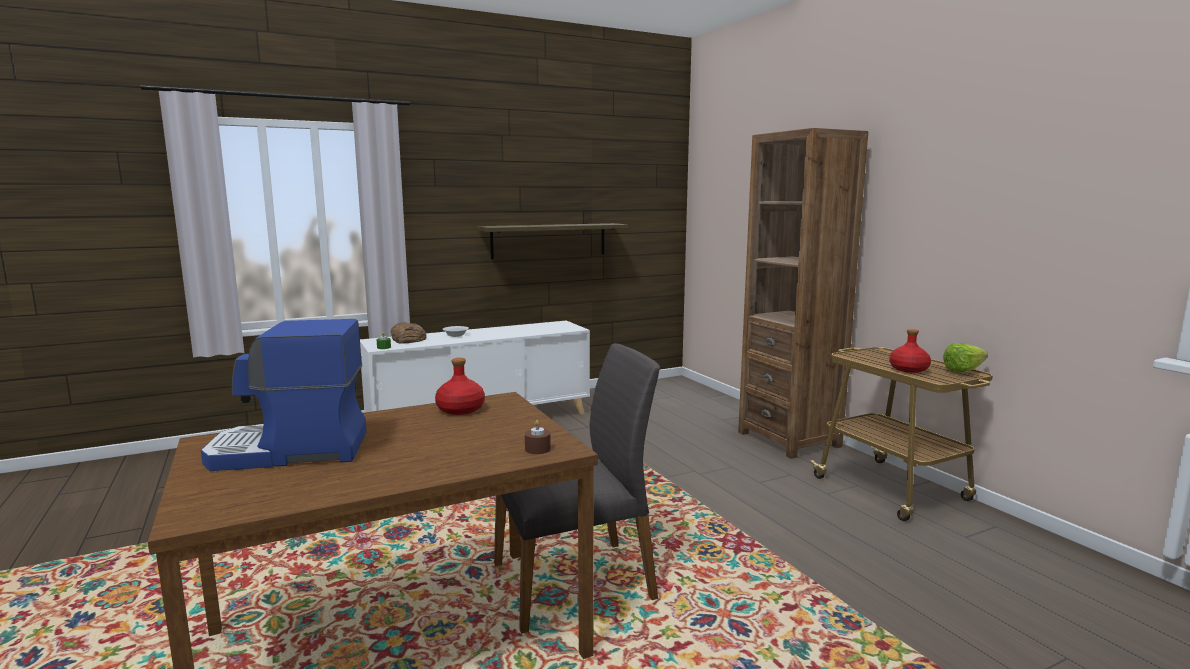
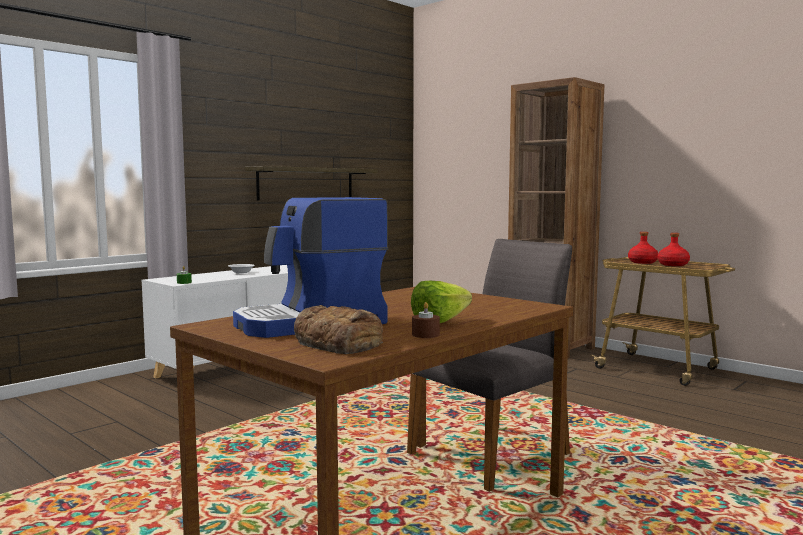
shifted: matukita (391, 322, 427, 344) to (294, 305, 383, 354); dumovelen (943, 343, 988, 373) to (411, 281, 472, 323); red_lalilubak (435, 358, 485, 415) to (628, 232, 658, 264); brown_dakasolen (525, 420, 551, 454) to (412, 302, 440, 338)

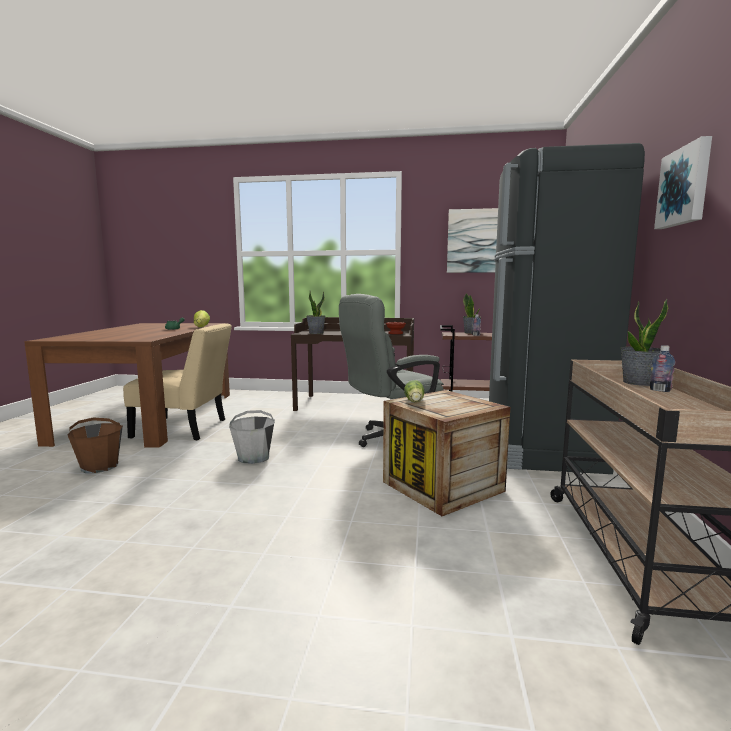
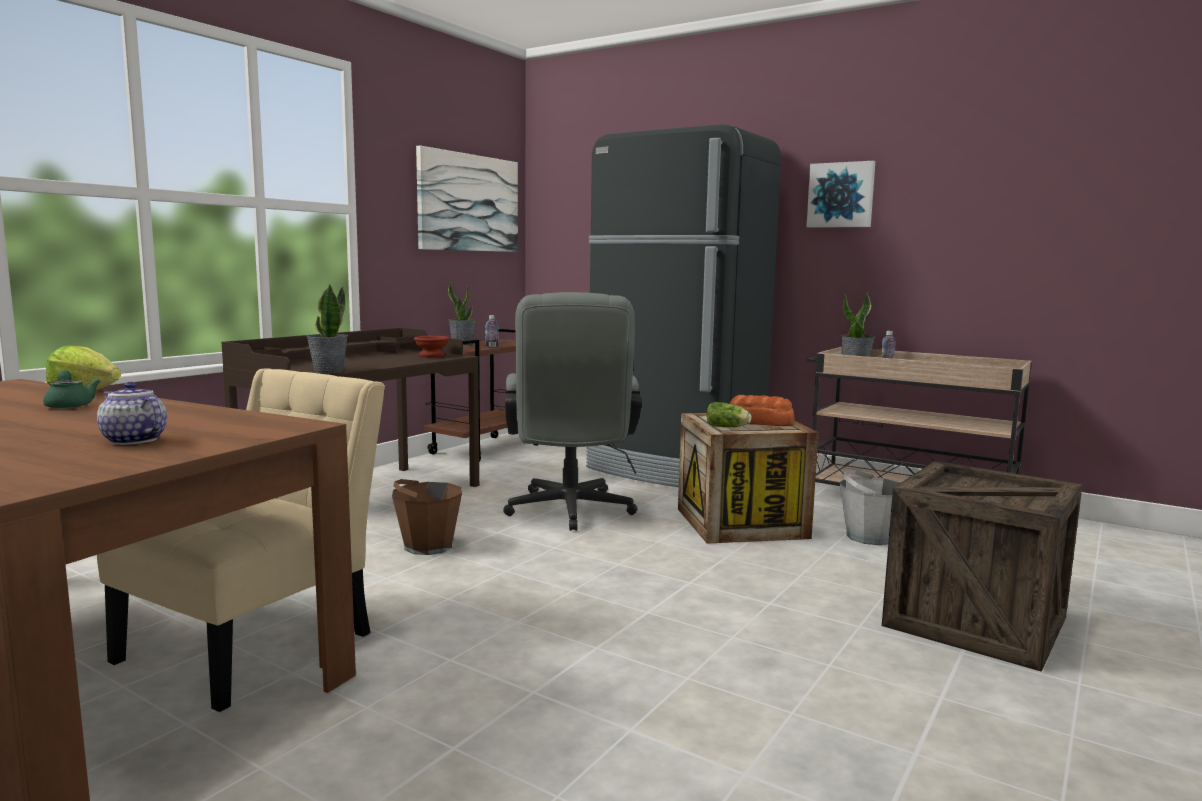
new: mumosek (97, 382, 167, 445); matukita (730, 395, 795, 426); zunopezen (882, 461, 1083, 672)
shifted: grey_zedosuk (229, 410, 275, 464) to (839, 470, 900, 545); brown_zedosuk (68, 418, 123, 473) to (392, 479, 462, 555)

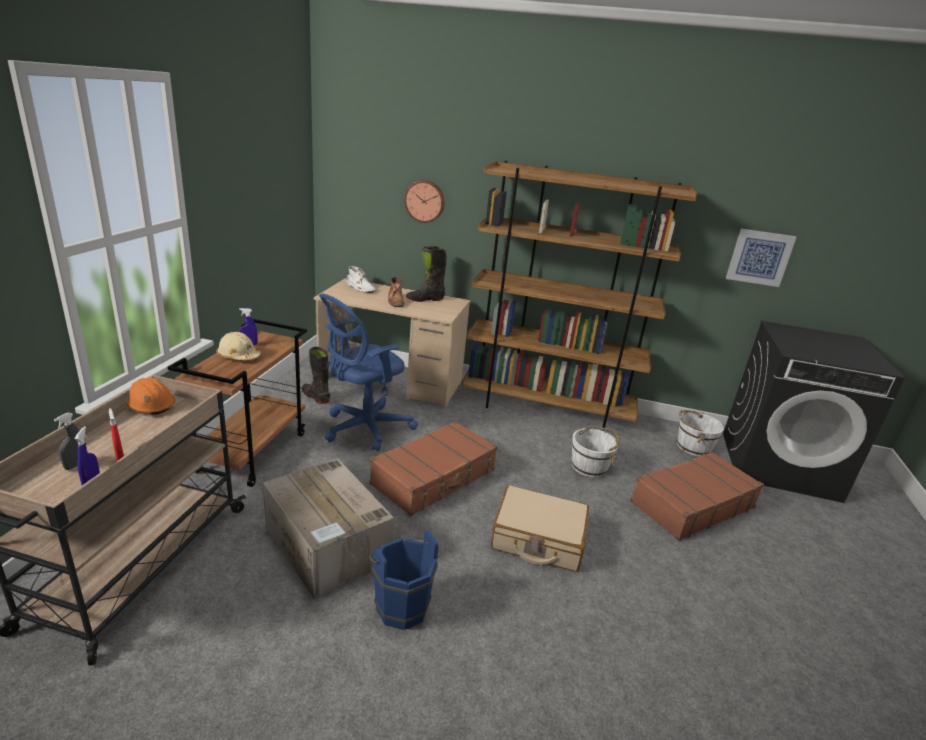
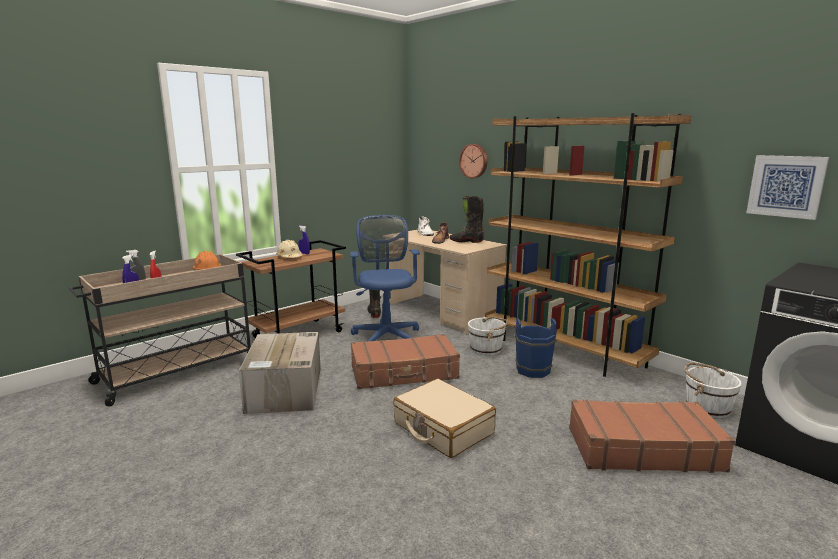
shifted: white_zedosuk (572, 426, 620, 478) to (468, 316, 508, 355); blue_zedosuk (370, 530, 439, 630) to (514, 318, 557, 378)
rotated: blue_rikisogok (319, 293, 419, 452) = (350, 215, 420, 341) 90 degrees clockwise

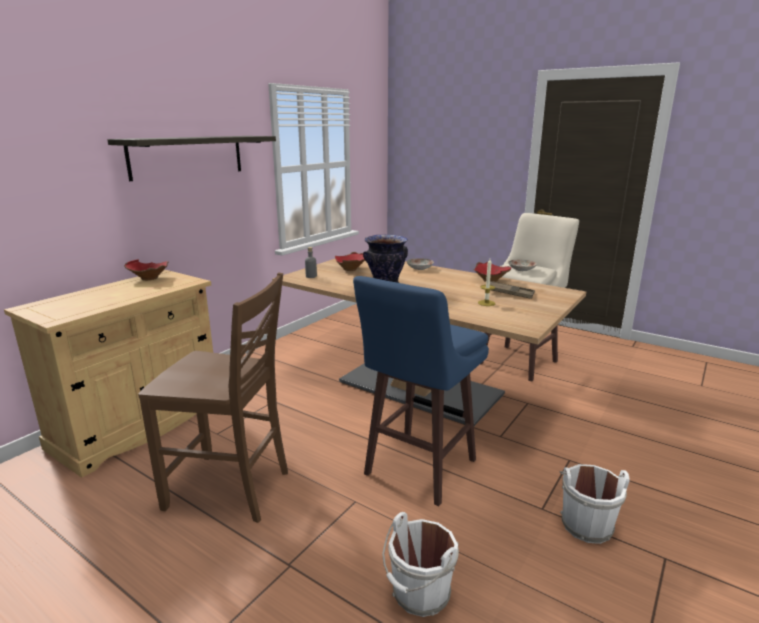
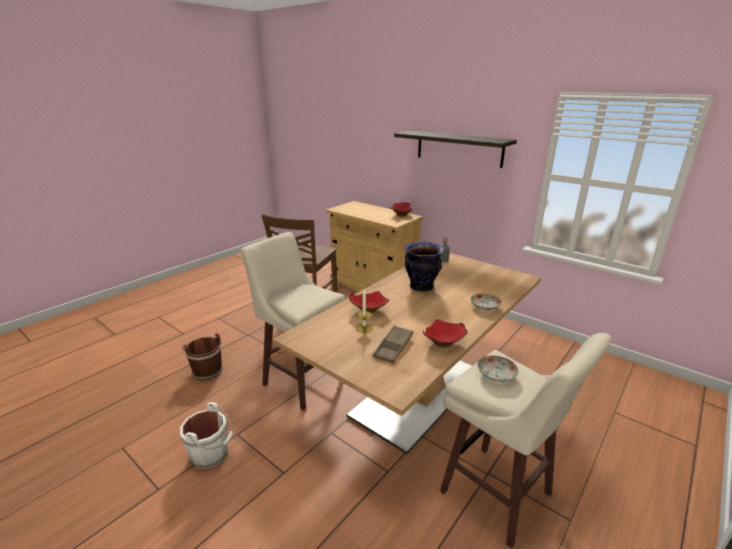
shifted: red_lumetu (335, 252, 365, 271) to (349, 291, 389, 313)
repainted: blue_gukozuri (353, 276, 489, 506) to beige_gukozuri (241, 232, 346, 410); white_zedosuk (382, 512, 459, 617) to brown_zedosuk (182, 333, 222, 380)

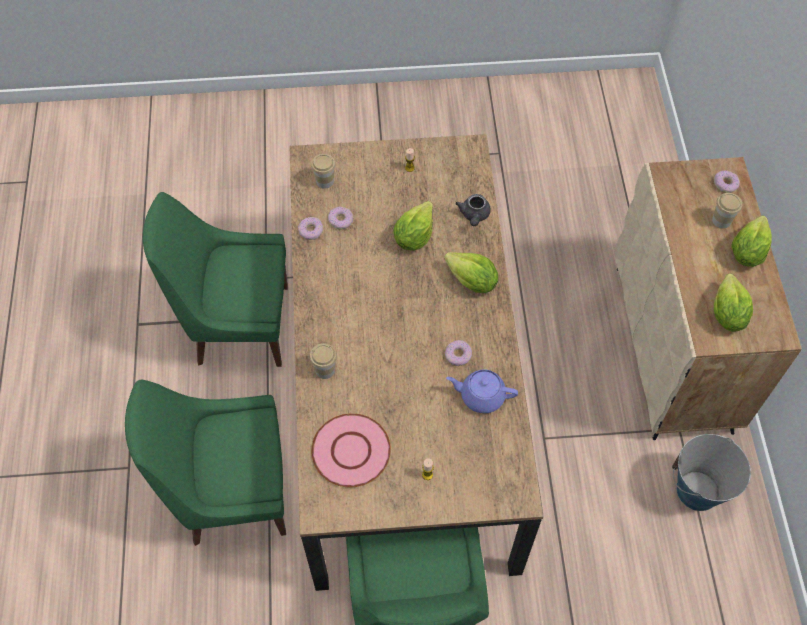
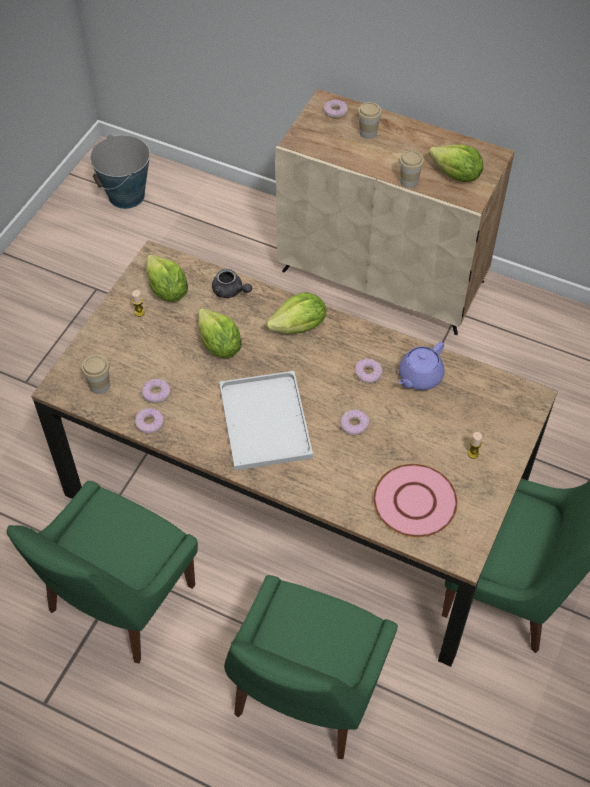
new: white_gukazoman (219, 371, 313, 470); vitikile (340, 410, 369, 436)
shifted: dumovelen (731, 215, 772, 267) to (146, 254, 188, 302); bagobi (310, 343, 337, 379) to (399, 151, 424, 188); zedosuk (672, 434, 751, 511) to (90, 135, 150, 209)

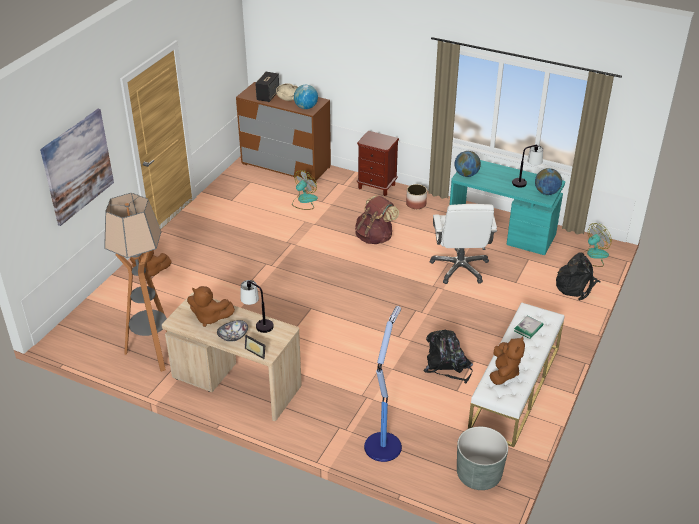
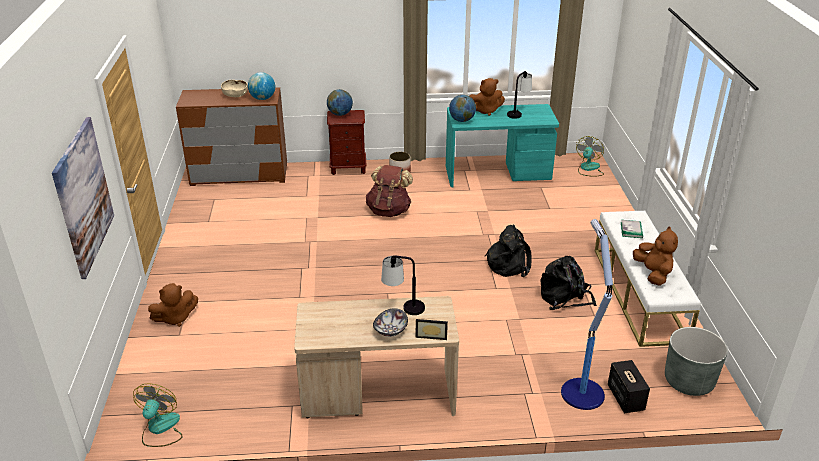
gone: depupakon (104, 193, 167, 372); white_rikisogok (430, 204, 497, 284)
shifted: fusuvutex (255, 72, 279, 102) to (608, 360, 650, 413); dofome (535, 168, 562, 195) to (327, 89, 353, 116); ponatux (292, 170, 318, 210) to (133, 383, 182, 447); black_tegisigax (556, 252, 601, 301) to (485, 225, 532, 277); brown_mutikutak (187, 286, 235, 327) to (469, 78, 505, 116)

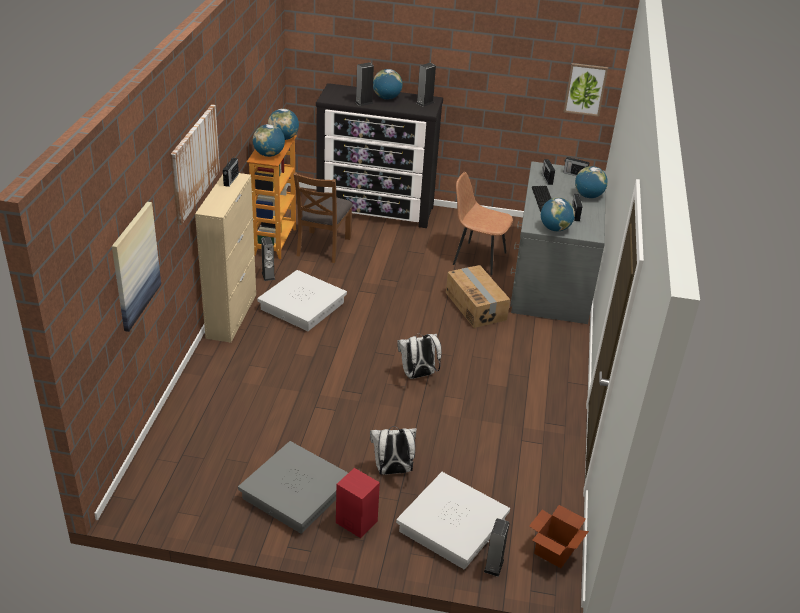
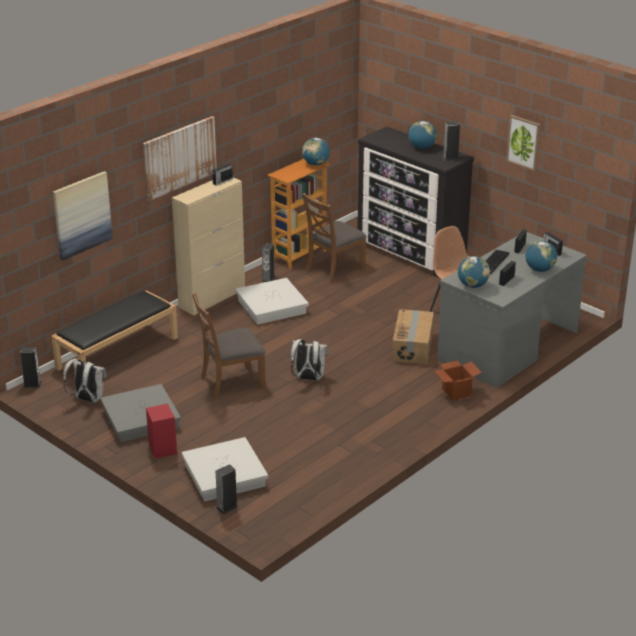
gone: dofome (253, 124, 285, 157)
new: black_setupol (51, 290, 178, 371); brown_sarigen (192, 293, 266, 399)
shifted: fusuvutex (355, 62, 374, 106) to (20, 347, 42, 388); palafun (564, 63, 608, 117) to (506, 115, 540, 171); white_tegisigax (370, 426, 417, 475) to (63, 359, 107, 403); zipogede (529, 505, 589, 568) to (434, 360, 482, 401)

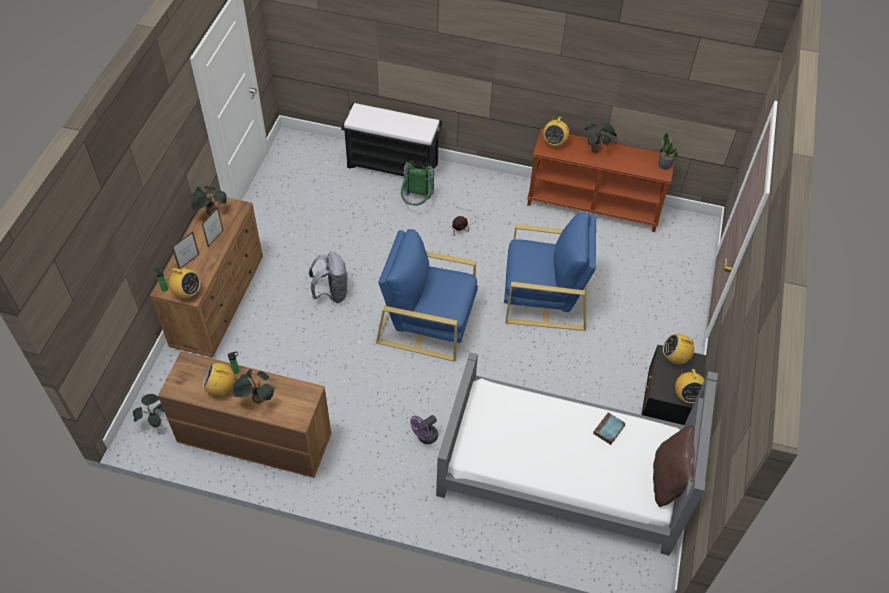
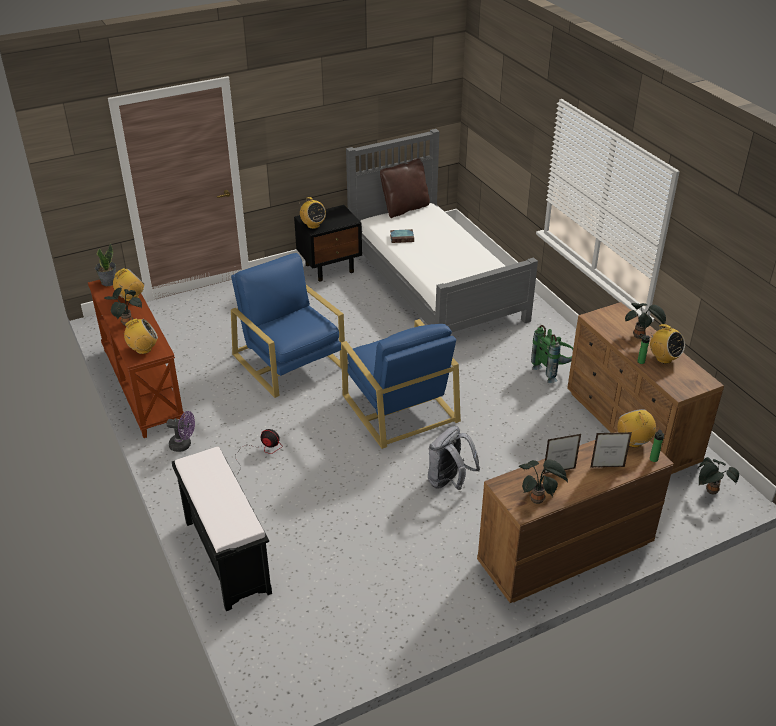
shifted: green_tegisigax (401, 160, 434, 206) to (531, 325, 573, 383); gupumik (675, 368, 705, 403) to (113, 268, 144, 302); purple_ponatux (410, 415, 438, 444) to (166, 411, 195, 452)

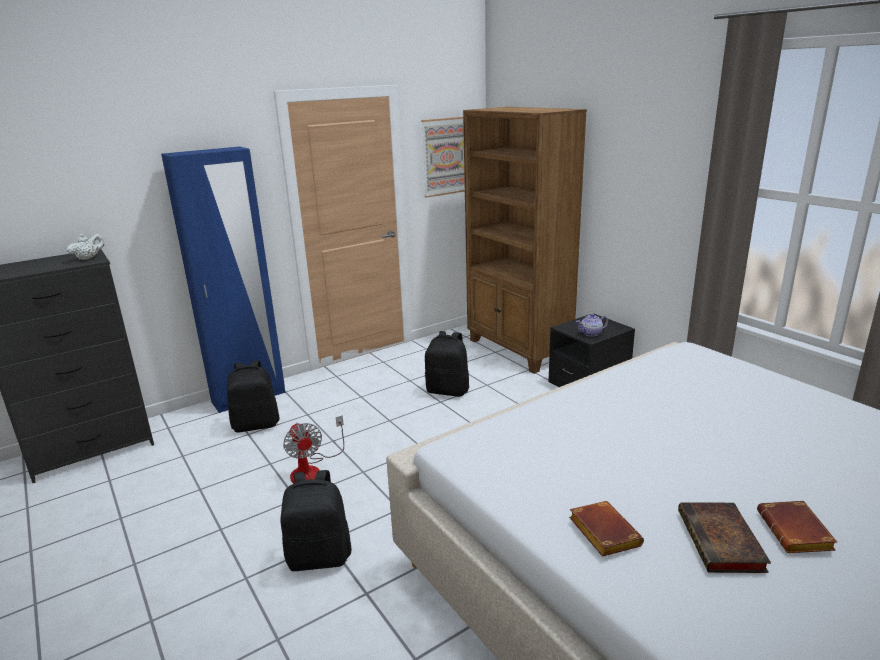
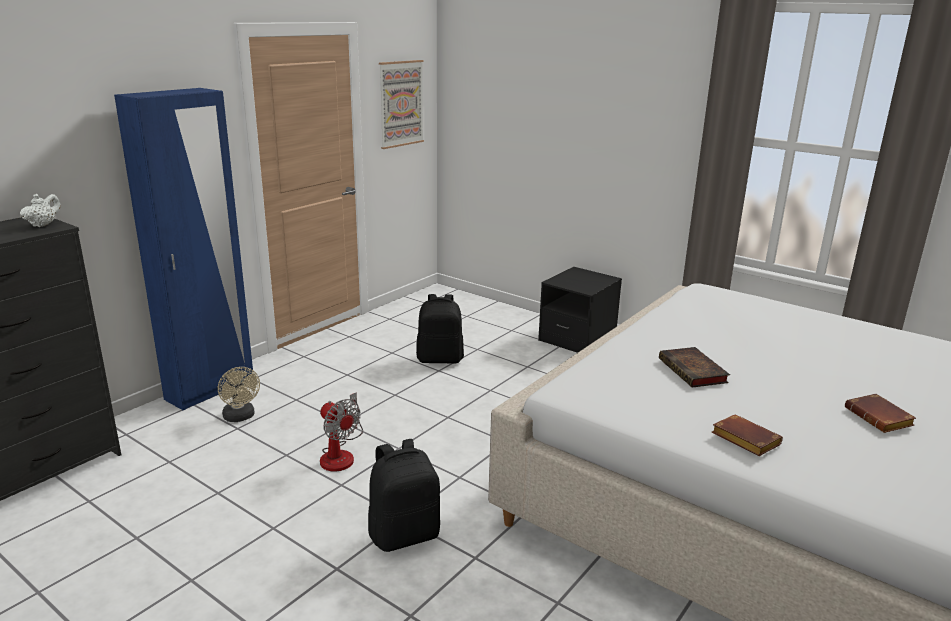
gone: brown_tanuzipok (463, 107, 587, 374); mumosek (576, 314, 608, 337)
shifted: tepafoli (678, 502, 771, 573) to (659, 347, 730, 388)
swapped: black_tegisigax (227, 360, 279, 433) to beige_ponatux (218, 367, 260, 422)

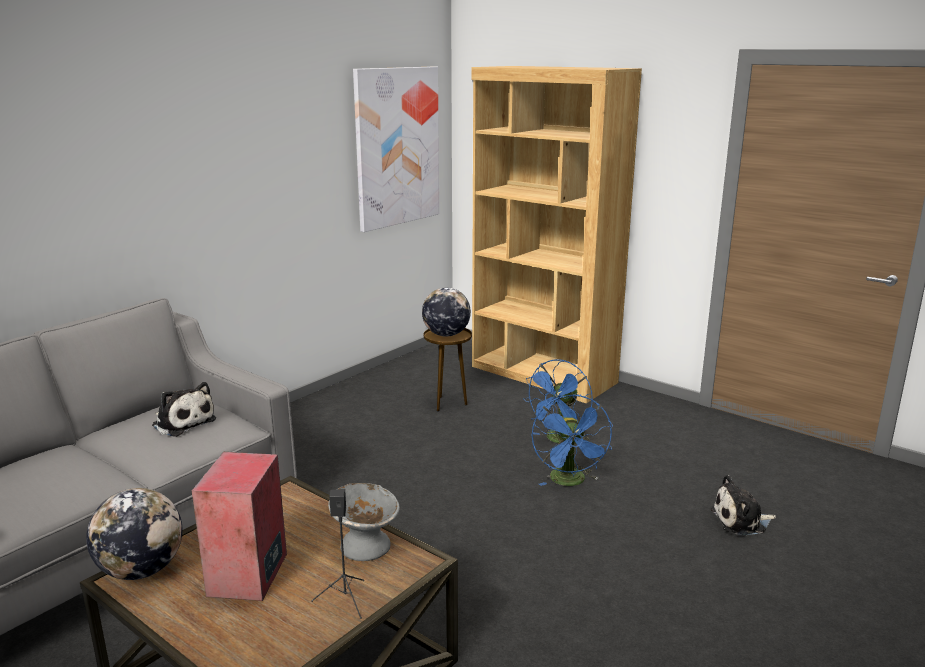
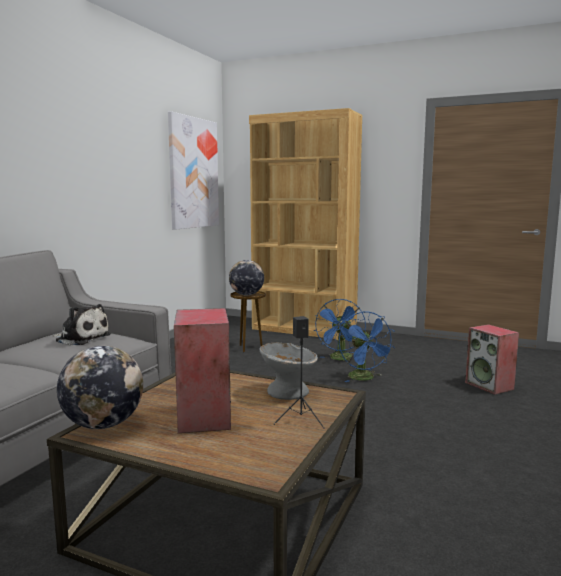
swapped: mutikutak (710, 475, 776, 536) to fusuvutex (465, 324, 519, 395)

